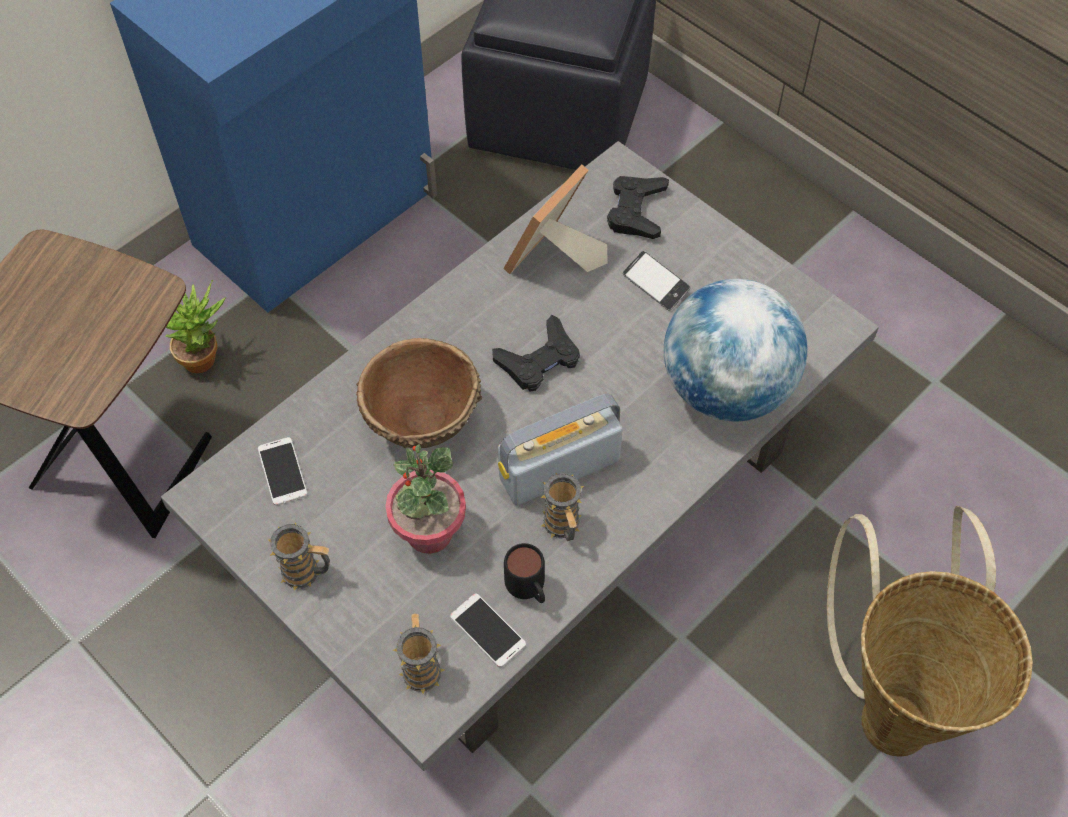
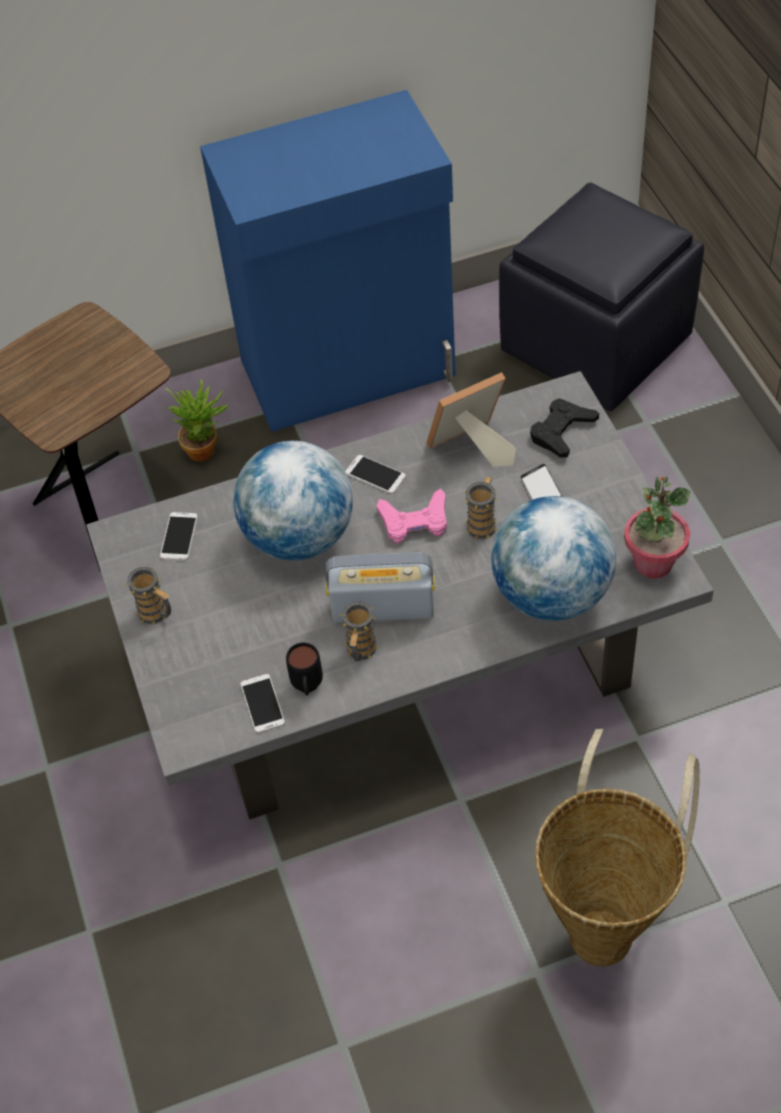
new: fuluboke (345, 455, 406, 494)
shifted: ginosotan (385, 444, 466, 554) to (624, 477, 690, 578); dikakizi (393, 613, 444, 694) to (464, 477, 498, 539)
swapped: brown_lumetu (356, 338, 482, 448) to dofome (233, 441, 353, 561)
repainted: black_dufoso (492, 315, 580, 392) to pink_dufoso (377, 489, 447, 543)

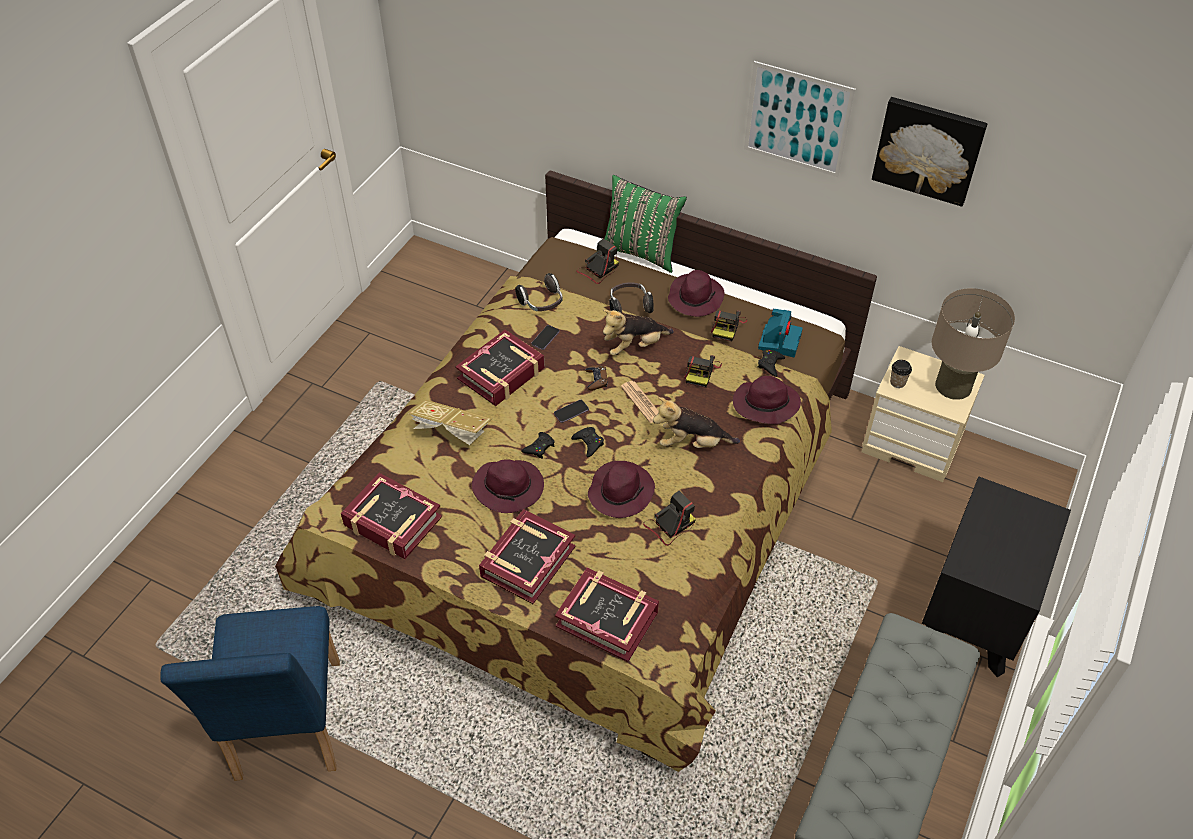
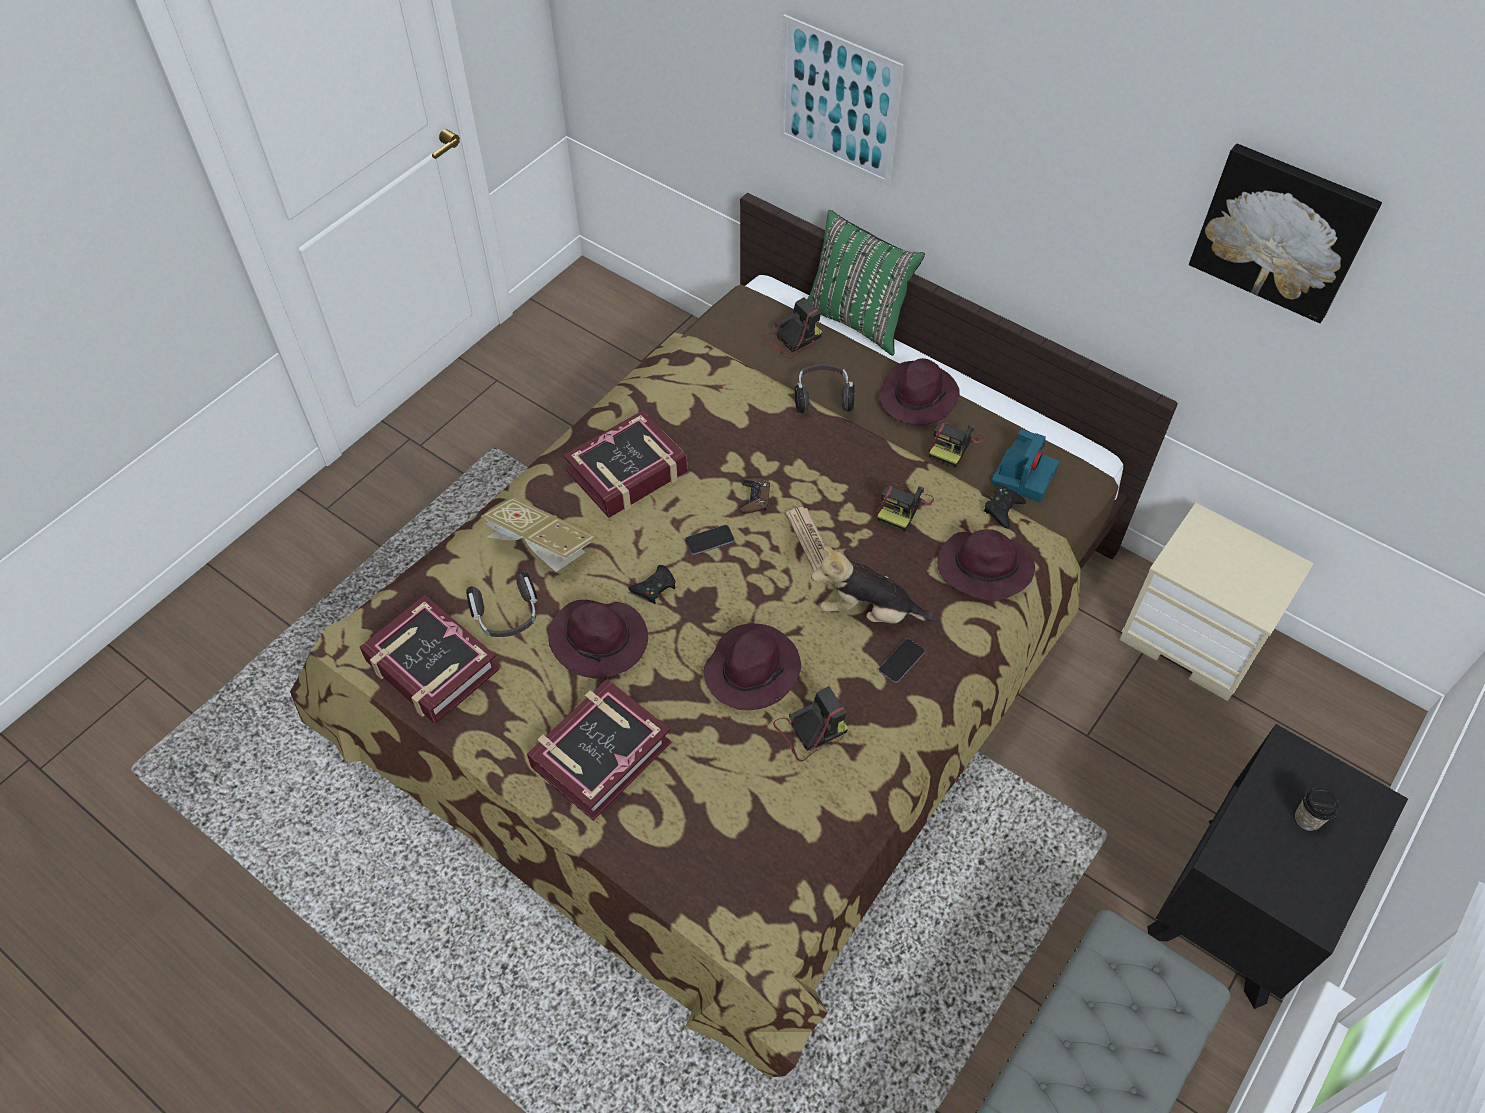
gone: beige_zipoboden (932, 288, 1015, 400); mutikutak (603, 310, 674, 356); black_dufoso (571, 427, 604, 457); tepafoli (555, 568, 659, 662); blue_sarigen (160, 606, 340, 781)
shifted: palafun (744, 61, 856, 177) to (780, 14, 904, 186); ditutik (515, 273, 563, 311) to (466, 571, 537, 637); fuluboke (531, 325, 559, 350) to (879, 639, 925, 683); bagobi (890, 360, 912, 388) to (1295, 788, 1339, 831)

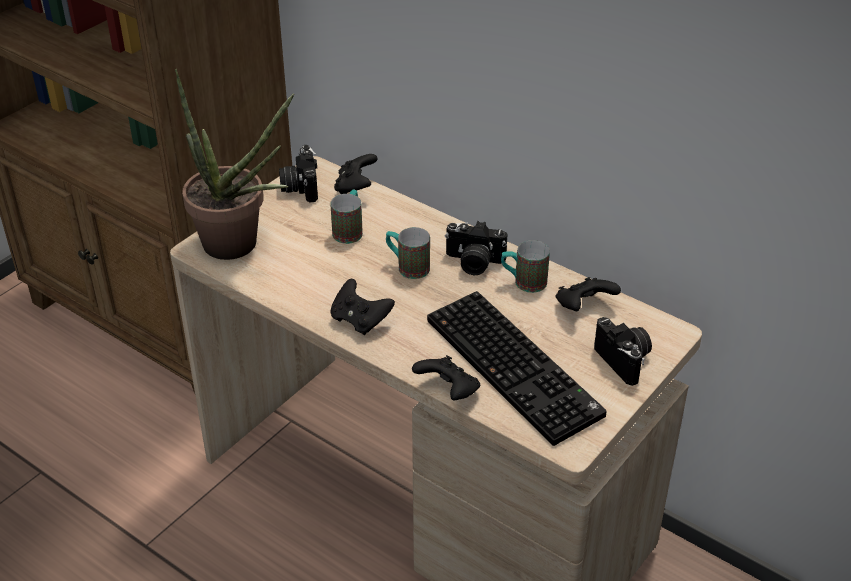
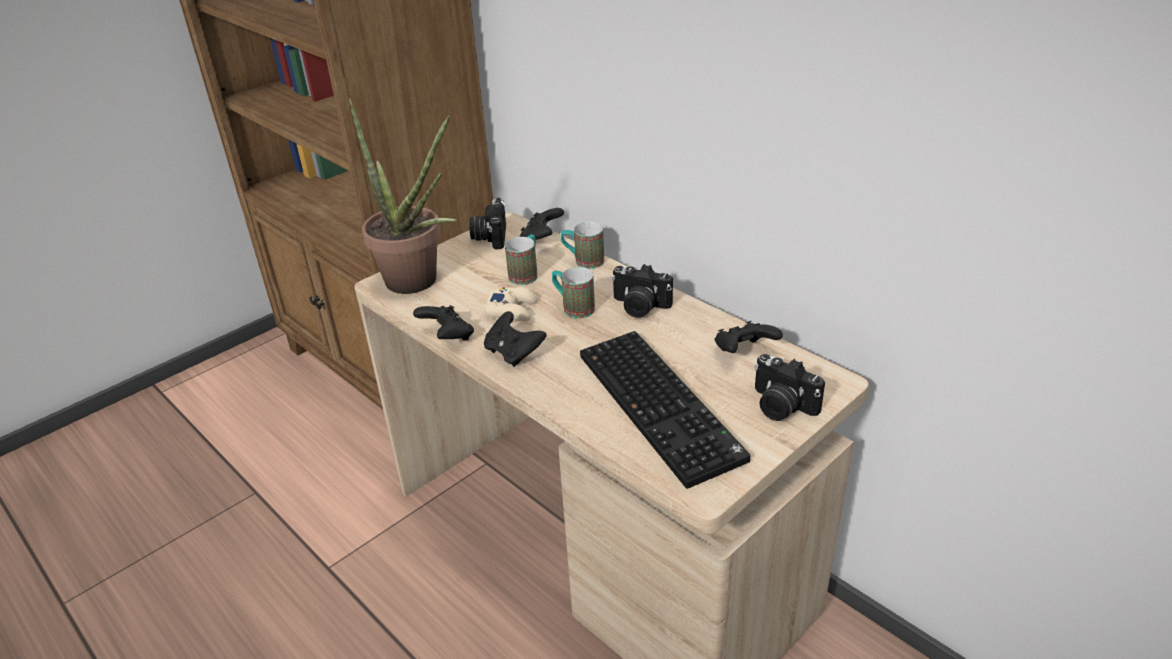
new: beige_dufoso (484, 287, 537, 321)
shifted: dikakizi (501, 240, 550, 293) to (561, 222, 604, 269); black_dufoso (412, 355, 480, 401) to (413, 305, 474, 341)
rotated: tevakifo (594, 317, 652, 386) = (754, 354, 825, 421) 150 degrees clockwise

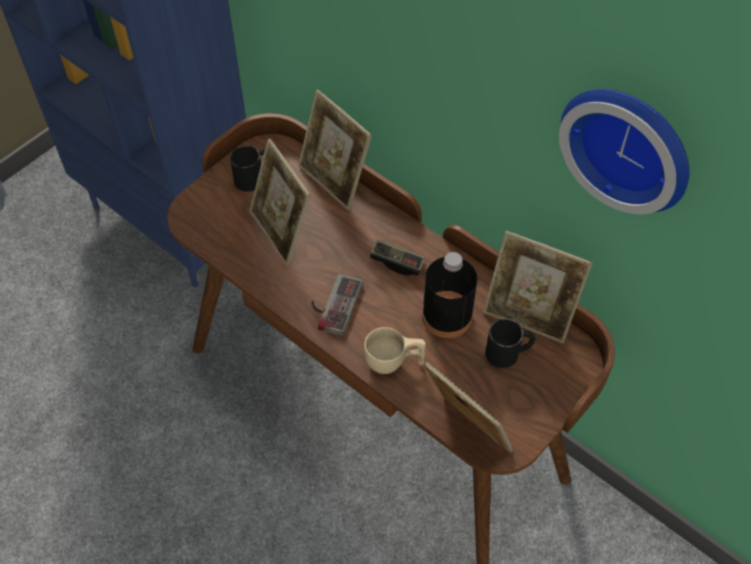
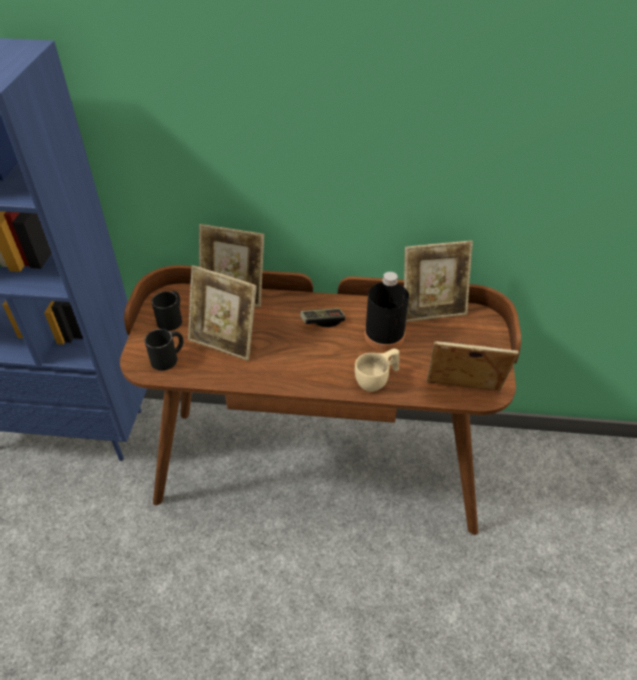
gone: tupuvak (559, 89, 689, 215); dufoso (312, 274, 363, 336)
shifted: black_dikakizi (485, 318, 535, 368) to (145, 329, 183, 371)

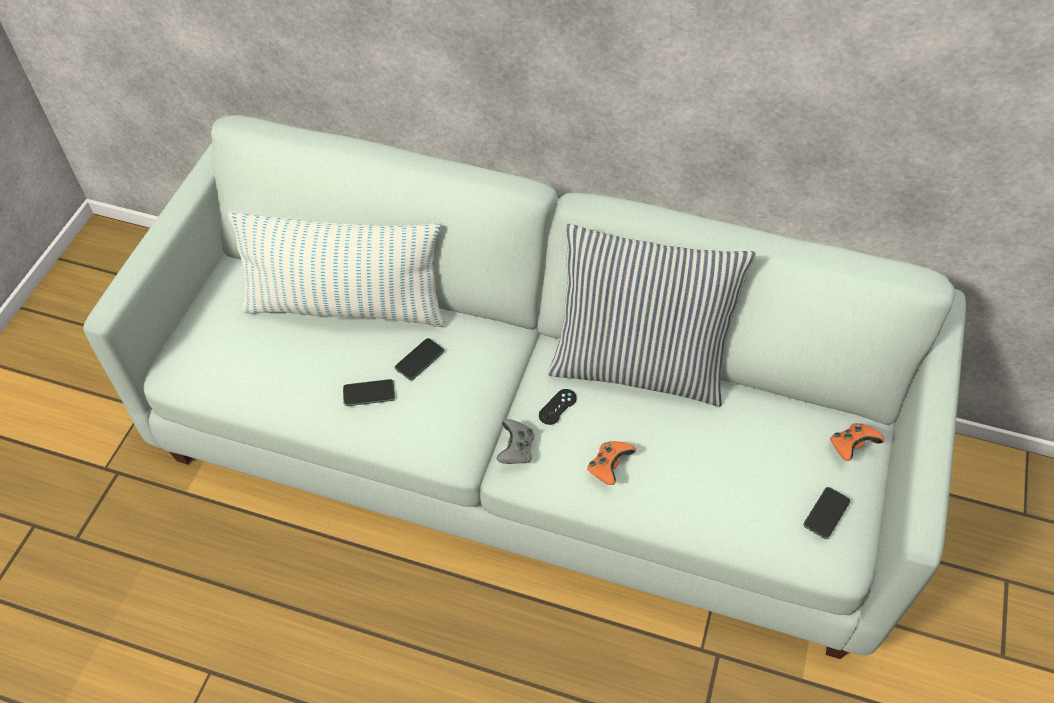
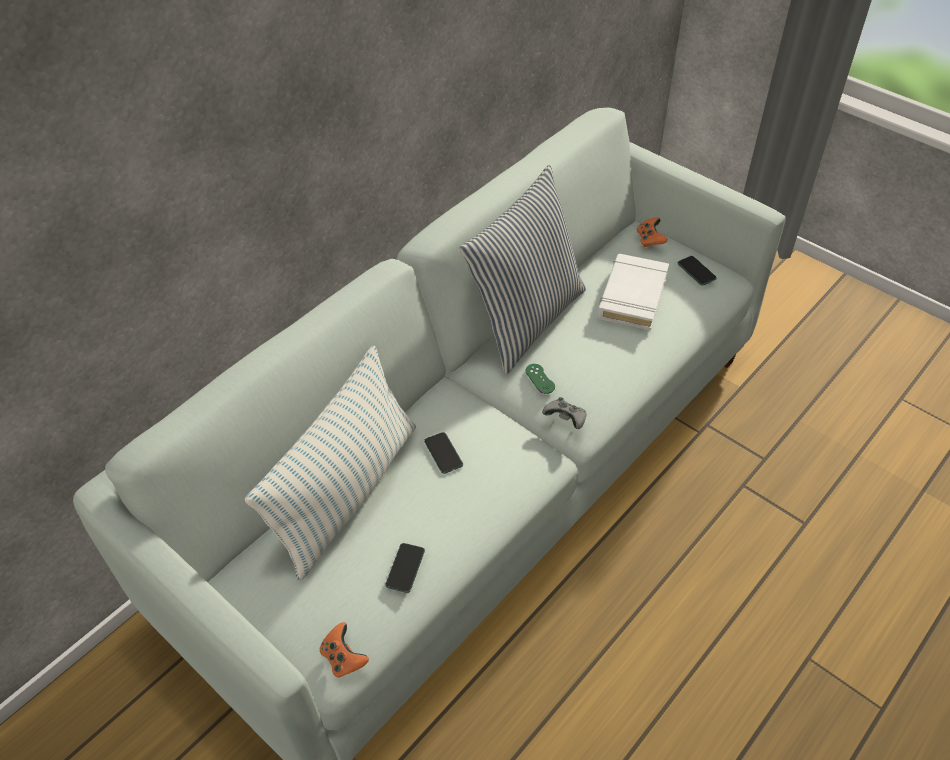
new: white_tepafoli (598, 254, 669, 331)
shifted: fuluboke (343, 379, 395, 406) to (385, 543, 425, 593); orange_dufoso (587, 441, 636, 485) to (320, 622, 369, 678)
repainted: black_dufoso (539, 389, 577, 425) to green_dufoso (526, 364, 555, 394)

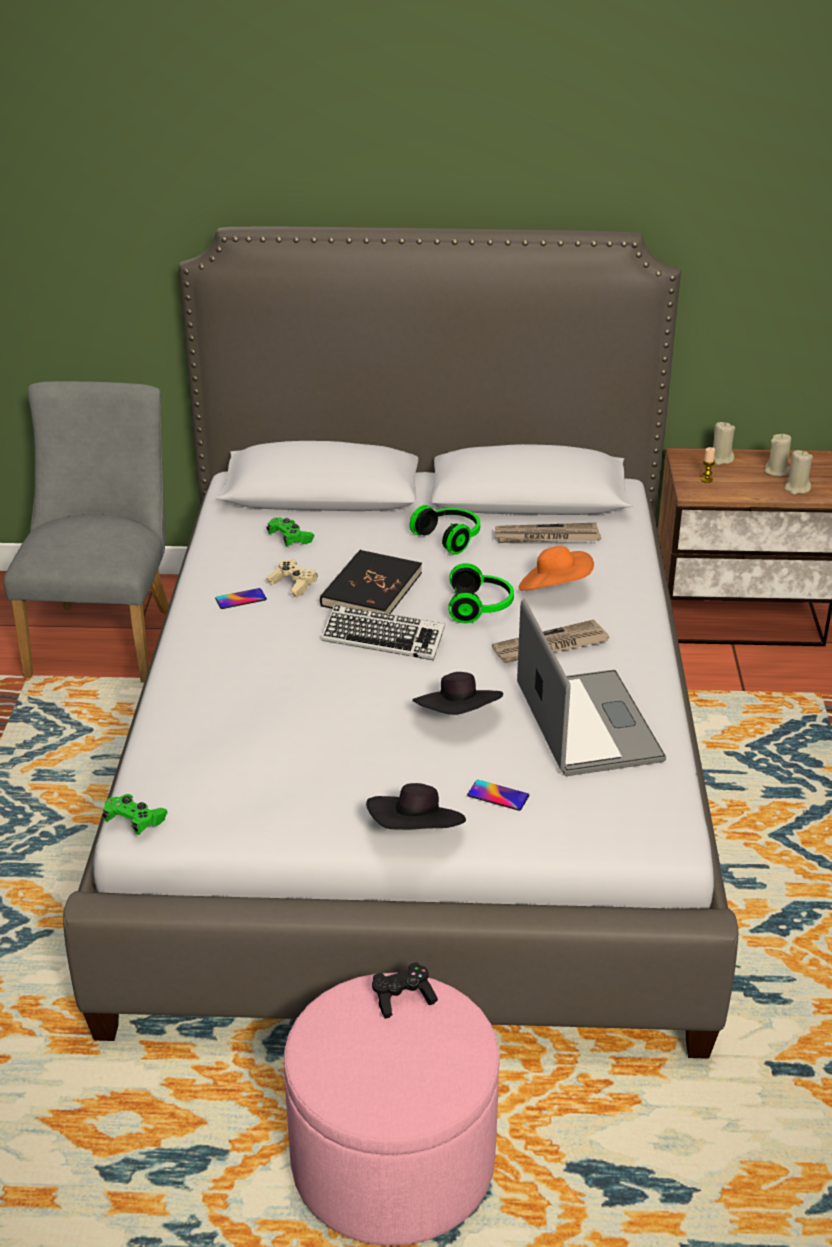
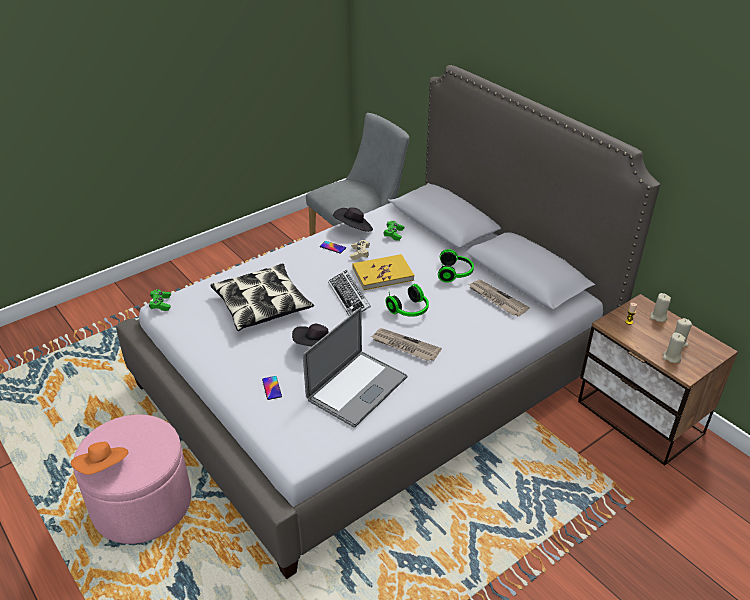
gone: black_dufoso (372, 962, 438, 1019)
new: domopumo (211, 263, 314, 331)
shifted: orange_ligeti (518, 546, 594, 591) to (71, 442, 129, 475); black_ligeti (366, 783, 466, 830) to (333, 207, 373, 232)
repainted: black_tepafoli (320, 550, 422, 614) to yellow_tepafoli (353, 254, 415, 290)

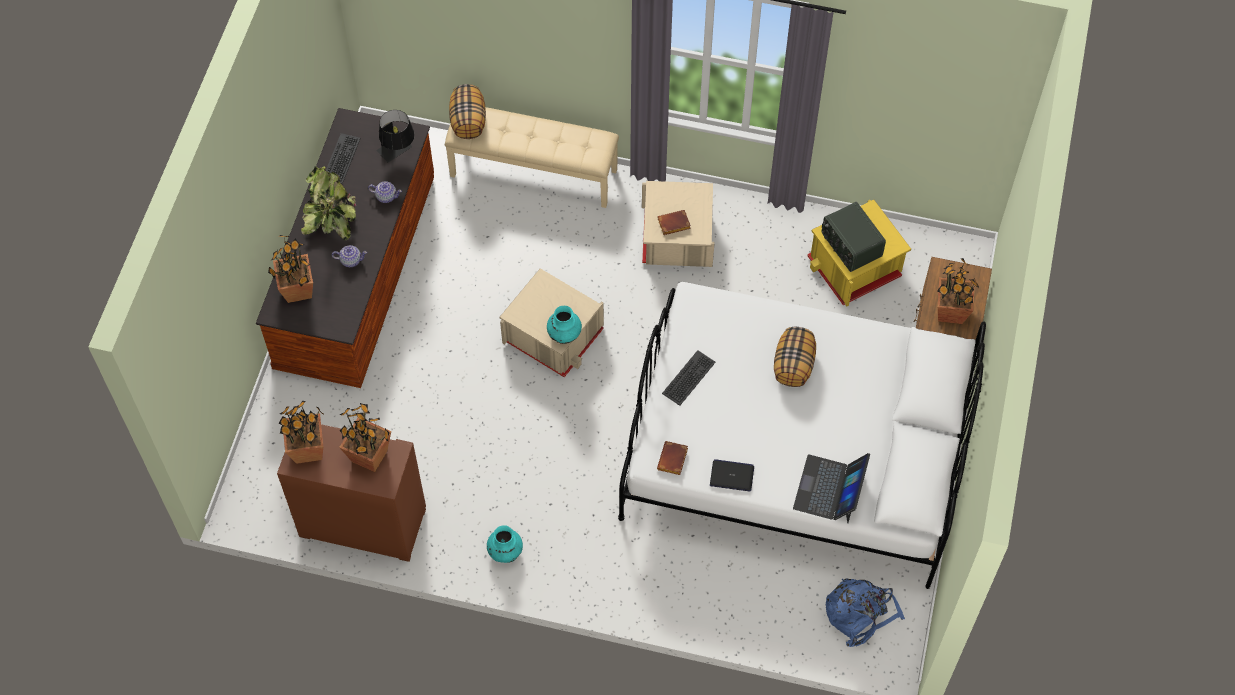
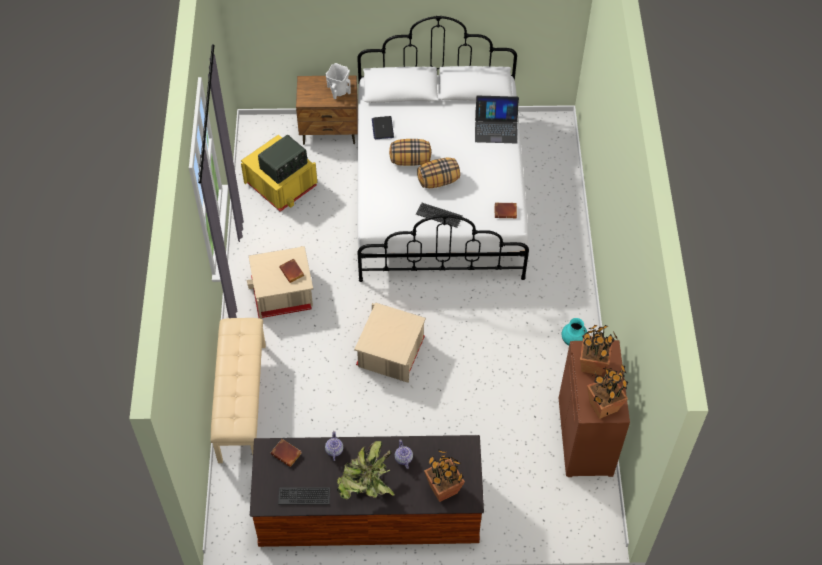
gone: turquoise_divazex (547, 306, 582, 344); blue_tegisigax (826, 578, 905, 647)
shifted: domopumo (449, 84, 486, 139) to (417, 157, 460, 188); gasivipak (710, 459, 754, 492) to (372, 116, 394, 139)
swapped: black_zipoboden (376, 110, 414, 163) to brown_tepafoli (270, 439, 301, 467); ginosotan (937, 258, 979, 324) to white_divazex (326, 63, 351, 99)

